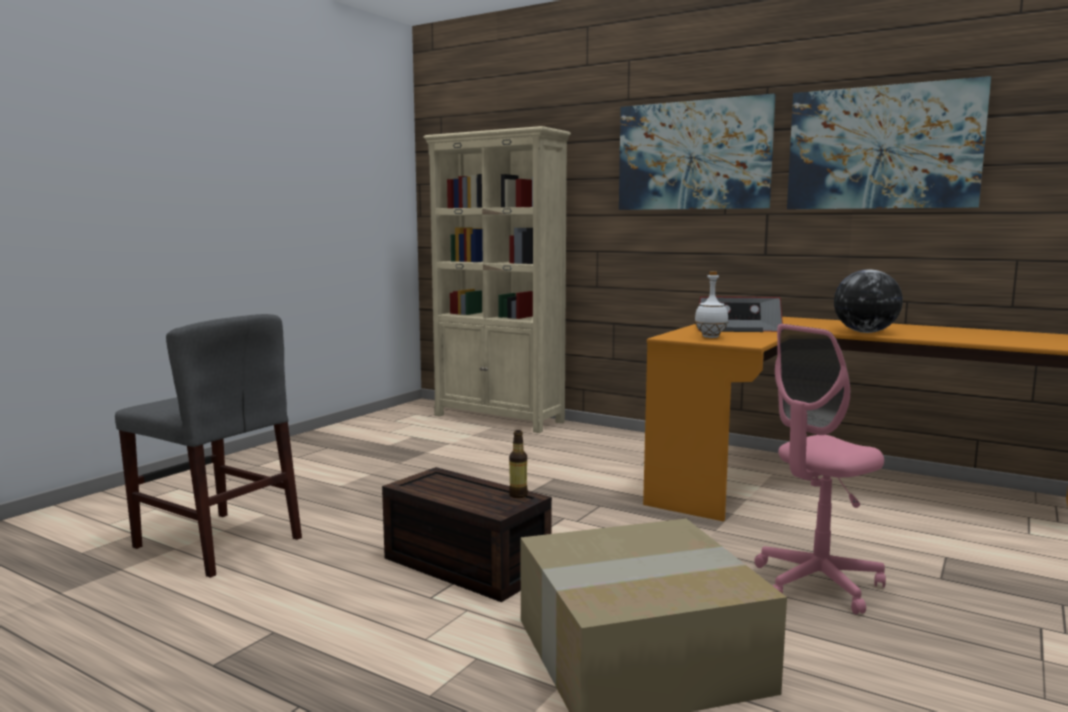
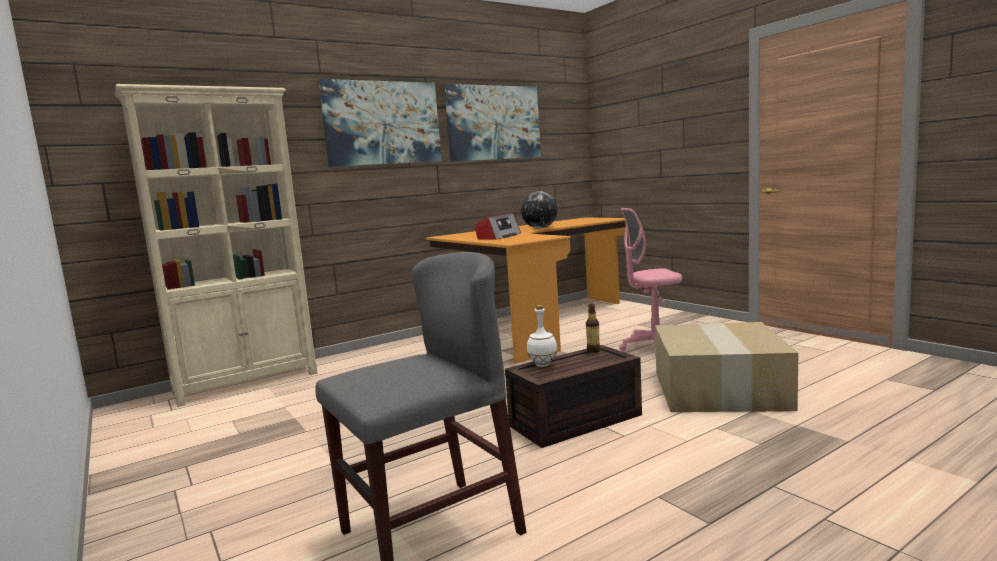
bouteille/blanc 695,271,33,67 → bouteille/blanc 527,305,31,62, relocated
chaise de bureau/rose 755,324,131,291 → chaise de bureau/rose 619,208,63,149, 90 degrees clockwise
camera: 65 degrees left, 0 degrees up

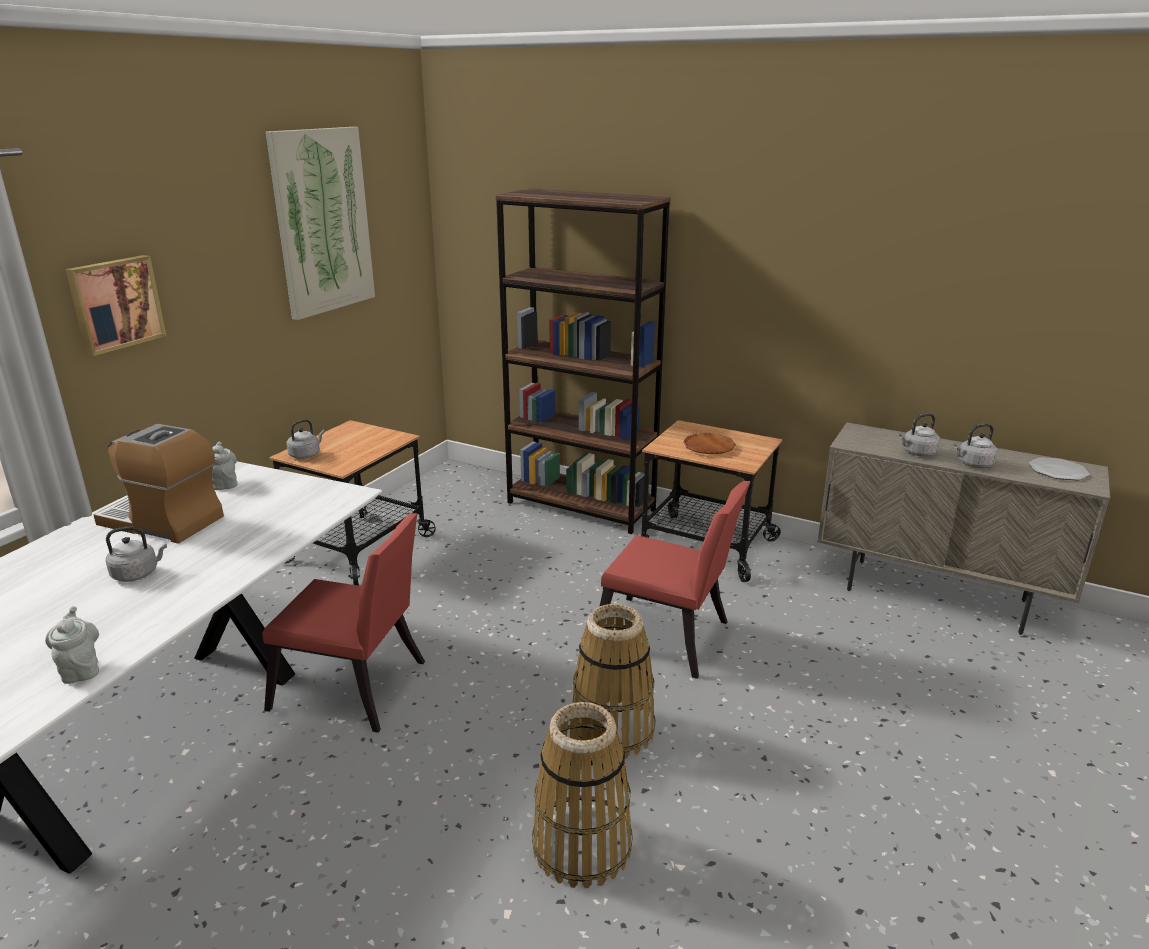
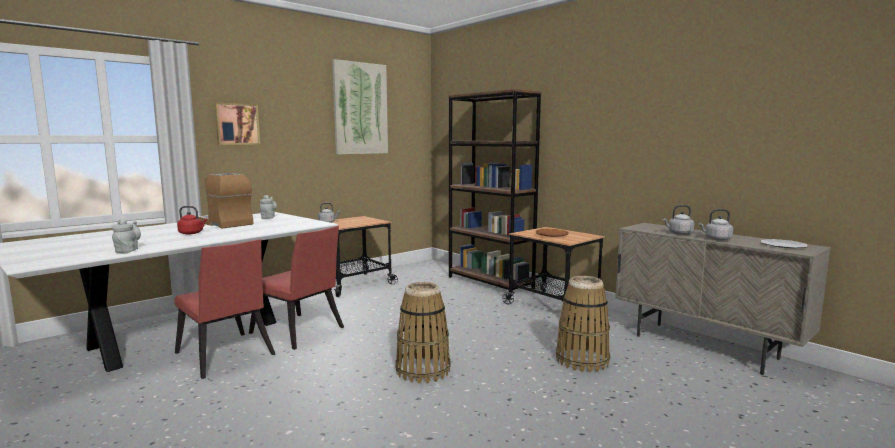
chaise/rouge 598,481,153,198 → chaise/rouge 175,239,100,140, relocated
bouilloire/gris 106,526,61,56 → bouilloire/rouge 177,206,30,28
panier 532,702,101,186 → panier 556,276,54,96, relocated
camera: 20 degrees right, 15 degrees down

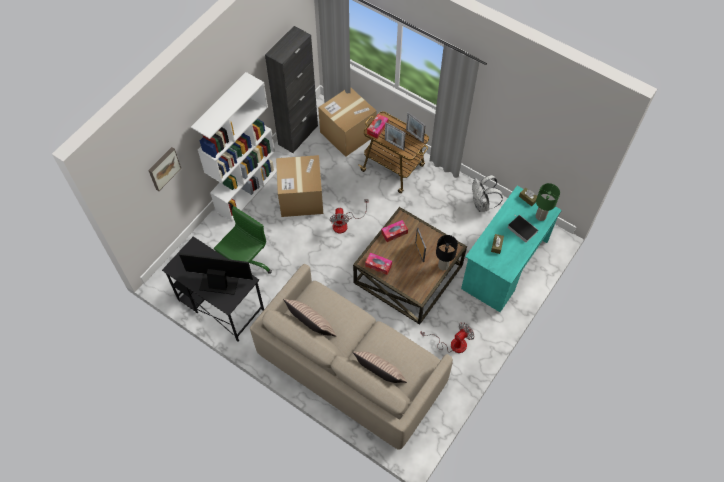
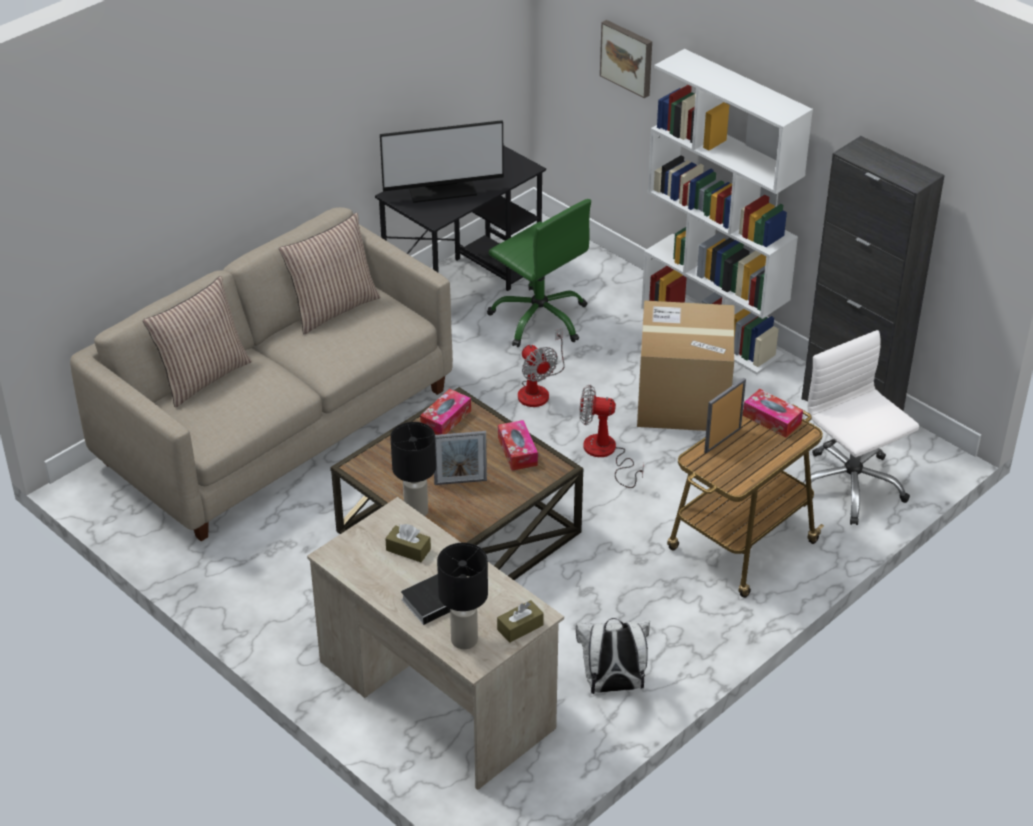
bureau/turquoise 461,186,101,126 → bureau/beige 307,497,257,293
écran d'ordinateur 179,253,74,42 → écran d'ordinateur 380,120,124,83, 60 degrees clockwise
lampe de table/vert 536,183,24,38 → lampe de table/noir 437,543,51,106
ventilateur 421,322,54,31 → ventilateur 518,328,47,79, relocated
carton 318,88,59,69 → chaise de bureau/blanc 802,330,117,195
cadre photo 406,112,20,31 → -
camera: 100 degrees right, 20 degrees down

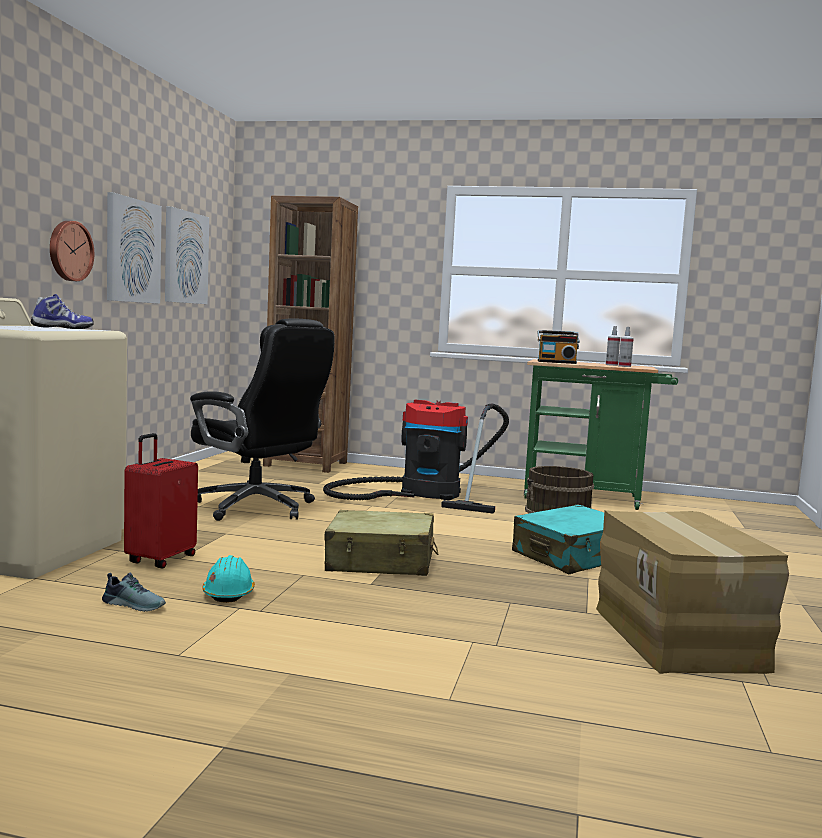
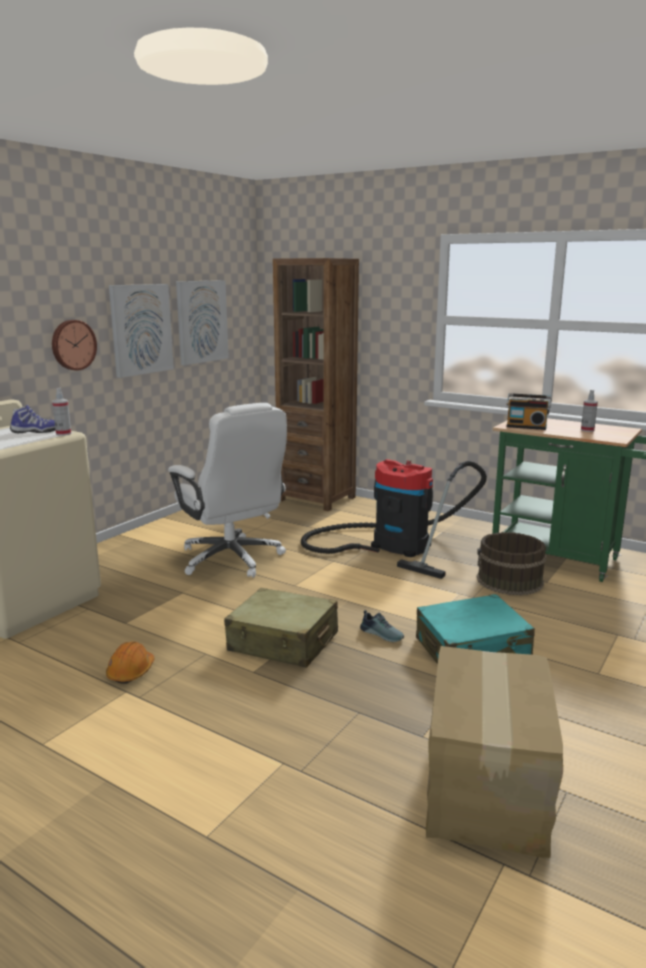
vaporisateur 618,327,16,40 → vaporisateur 52,388,19,48, relocated
casque de chantier/turquoise 202,555,53,48 → casque de chantier/orange 106,641,48,43
chaise de bureau/noir 190,319,145,202 → chaise de bureau/blanc 168,403,119,174
chaussure 102,573,64,39 → chaussure 360,610,44,32, relocated
valise/rouge 124,433,74,136 → -
camera: 20 degrees right, 10 degrees up

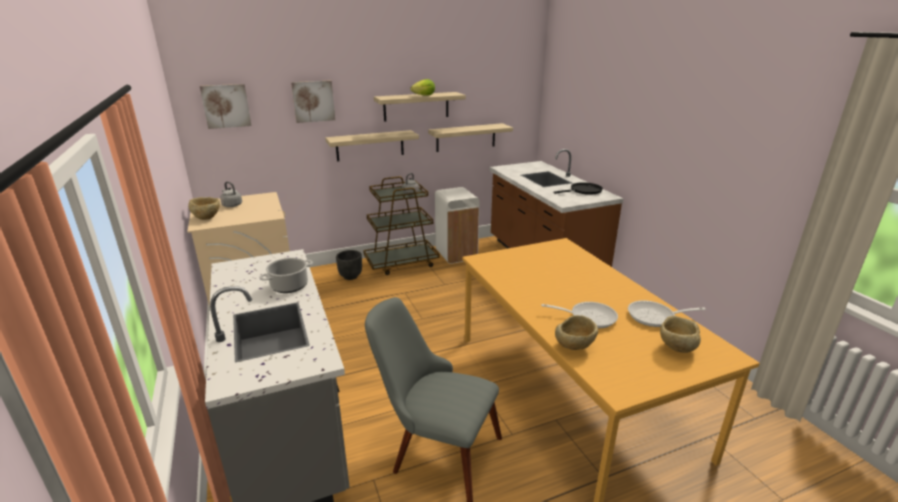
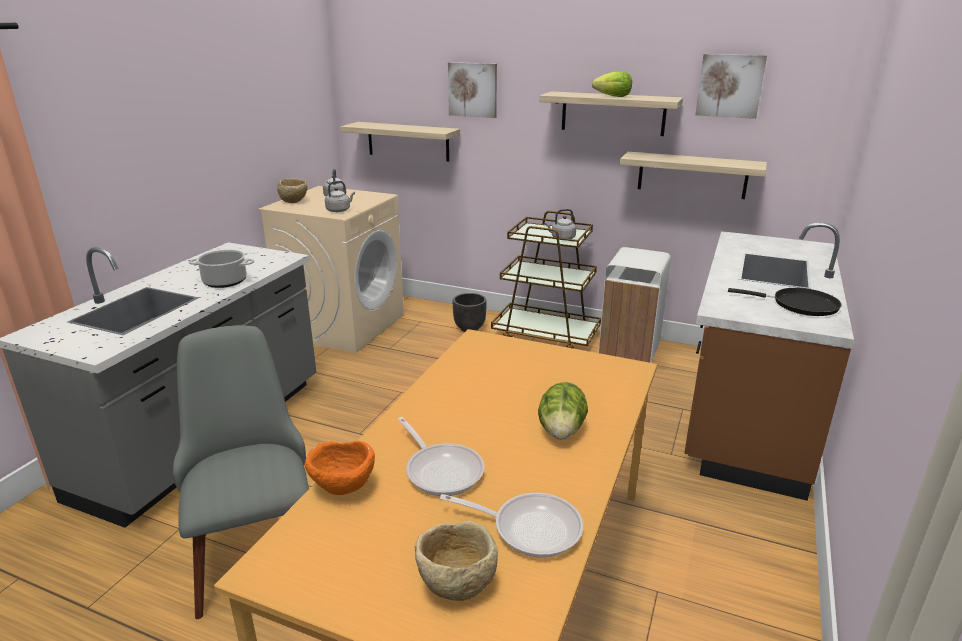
bol/beige 555,315,43,35 → bol/orange 305,441,70,54
- → bouilloire/gris 325,181,30,31
étagère 325,130,94,31 → étagère 340,122,120,40, relocated
poêle 628,300,78,27 → poêle 440,493,144,65, 150 degrees clockwise
- → laitue 538,382,50,58
tableau 200,84,52,45 → tableau 695,54,72,65, relocated
camera: 45 degrees right, 0 degrees up

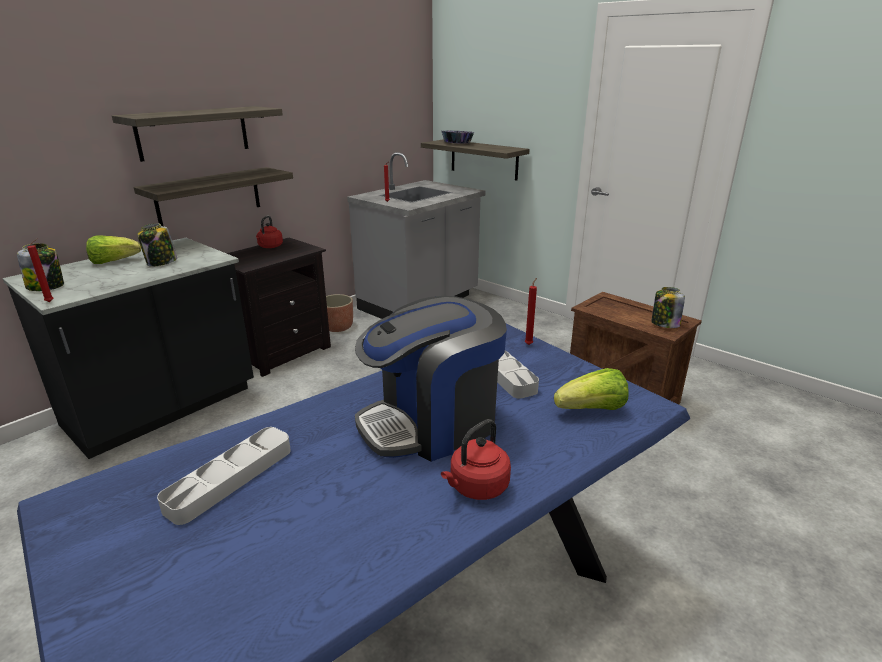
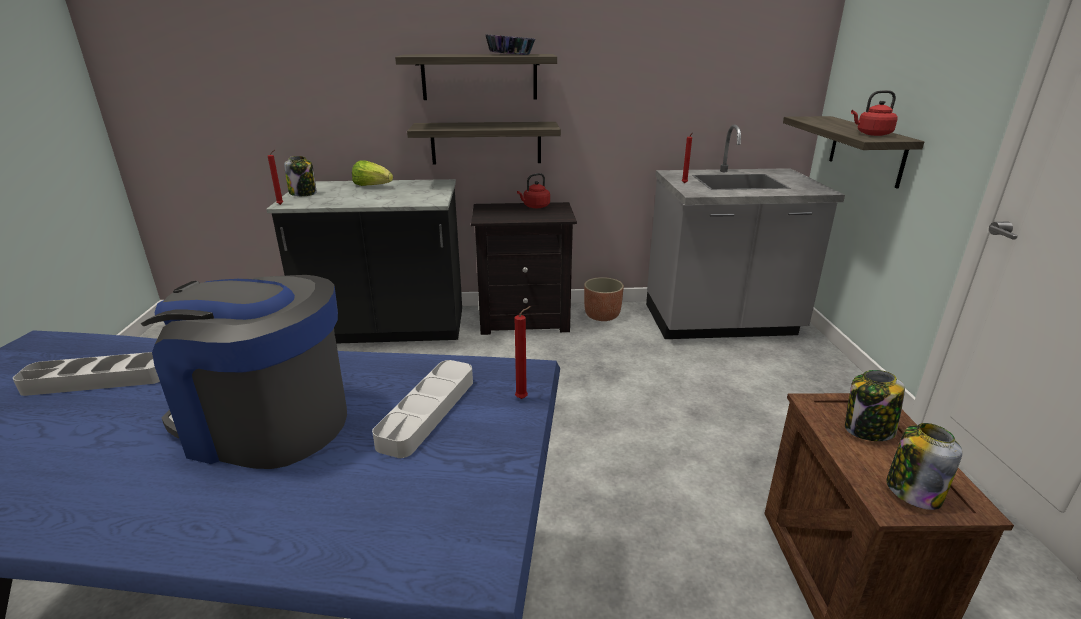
bol 442,130,32,14 → bol 486,34,49,21, relocated
bocal 137,223,40,44 → bocal 845,370,60,71, relocated
bouilloire/rouge 441,419,70,81 → bouilloire/rouge 851,90,46,46, relocated
laitue 554,368,75,42 → -
camera: 45 degrees right, 0 degrees up

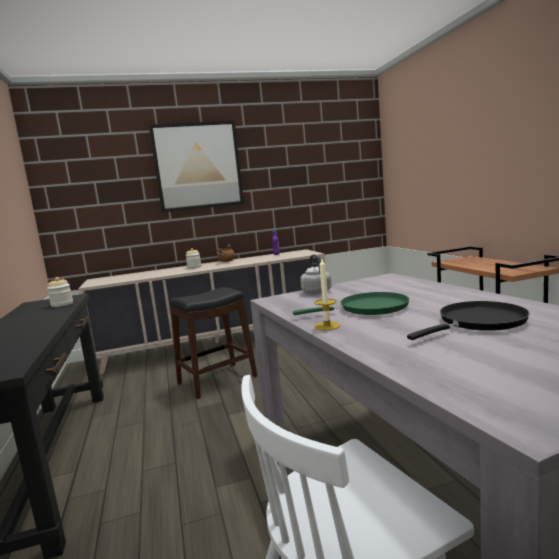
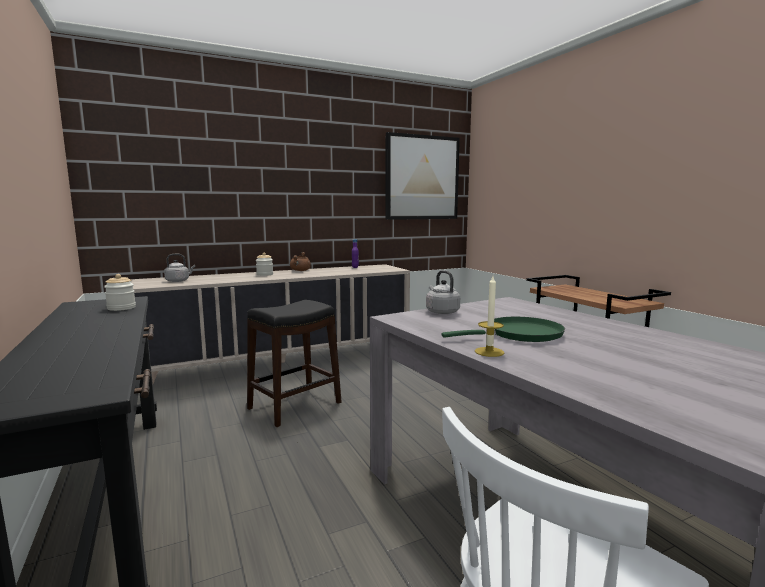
- → bouilloire/gris 164,254,31,28
tableau 149,120,95,92 → tableau 386,132,74,88, relocated
poêle/noir 407,301,123,39 → -
camera: 10 degrees left, 0 degrees up

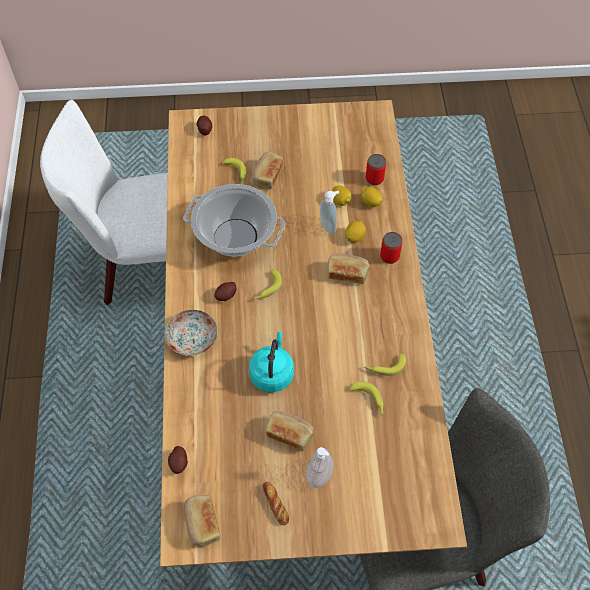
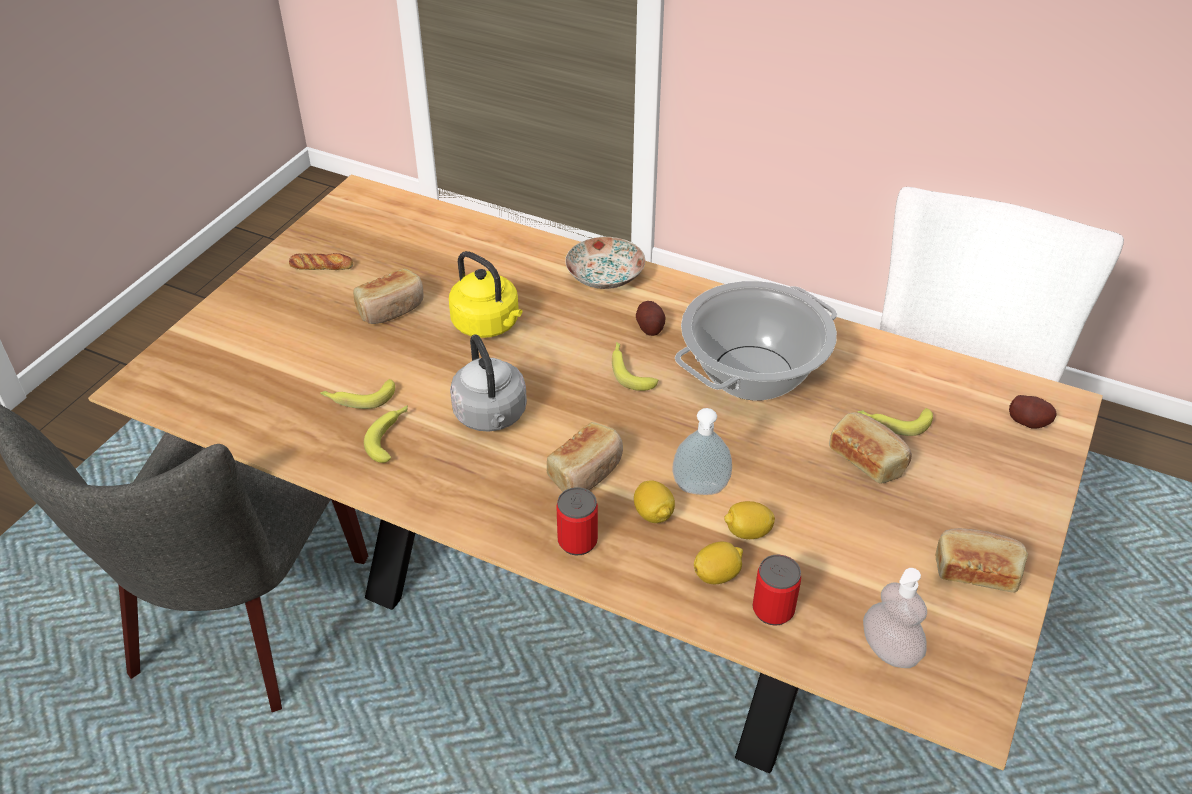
bouilloire/turquoise 249,332,45,60 → bouilloire/jaune 449,251,73,87
- → bouilloire/gris 450,334,77,98
distributeur de savon 306,447,28,41 → distributeur de savon 863,568,64,100, relocated
pain 184,495,37,52 → pain 935,528,93,65, relocated
pomme de terre 168,446,20,28 → -
camera: 120 degrees right, 15 degrees down

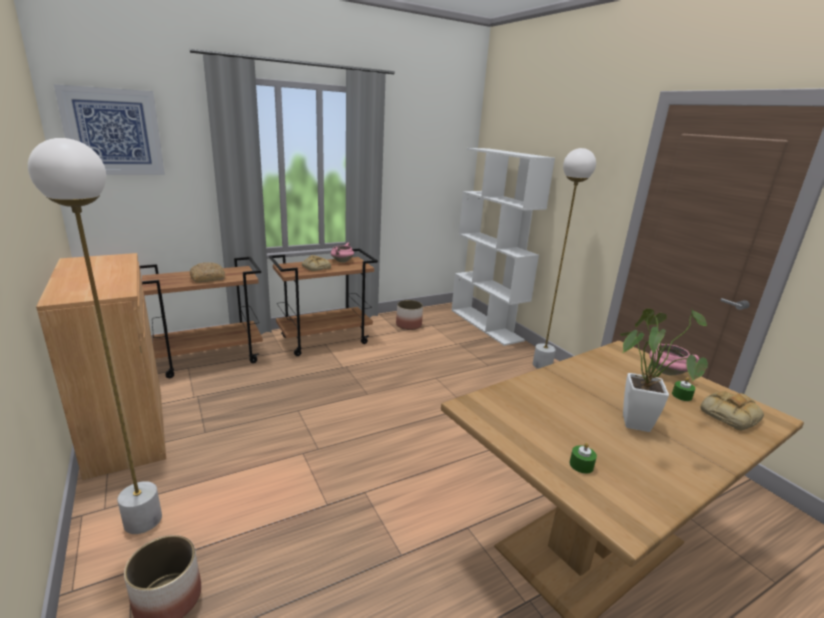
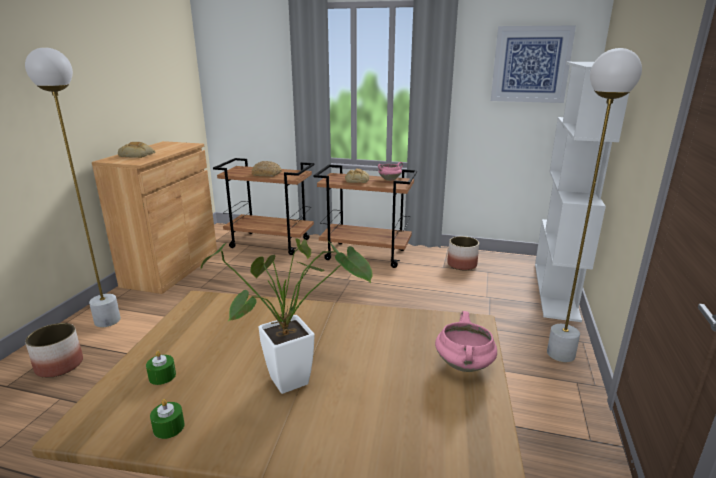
pain 701,391,63,40 → pain 118,142,38,16, relocated
bougie/vert 672,377,23,24 → bougie/vert 150,399,35,40, relocated
tableau 54,84,111,91 → tableau 491,25,85,78, relocated
camera: 45 degrees right, 0 degrees up

